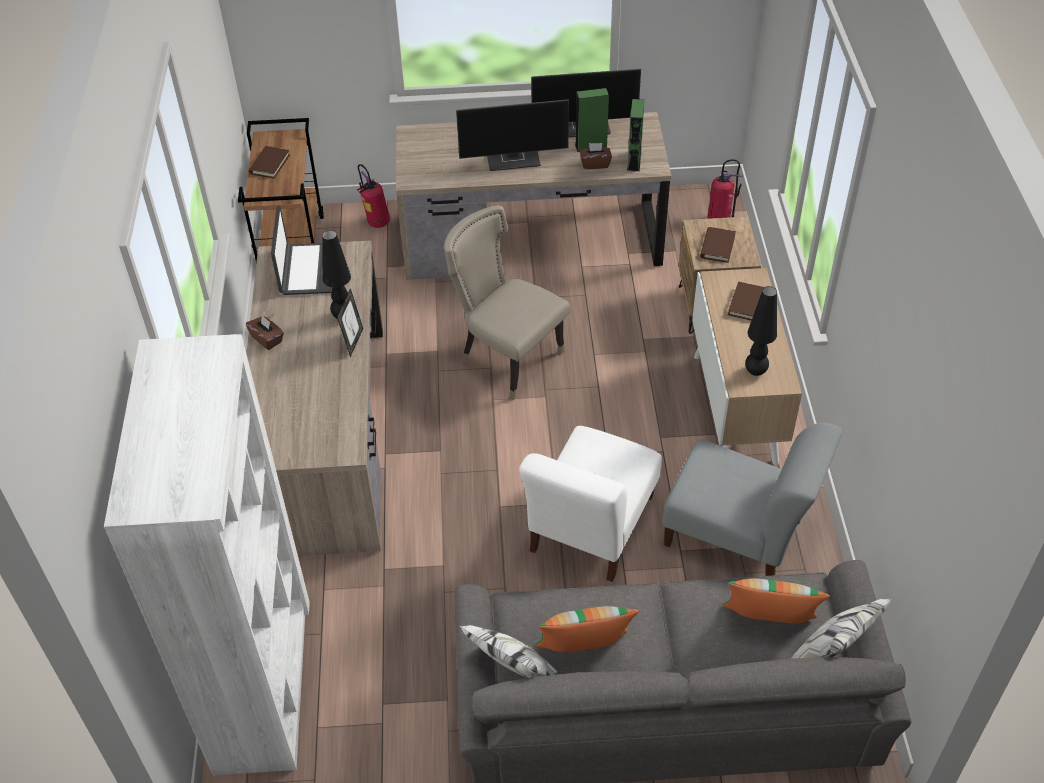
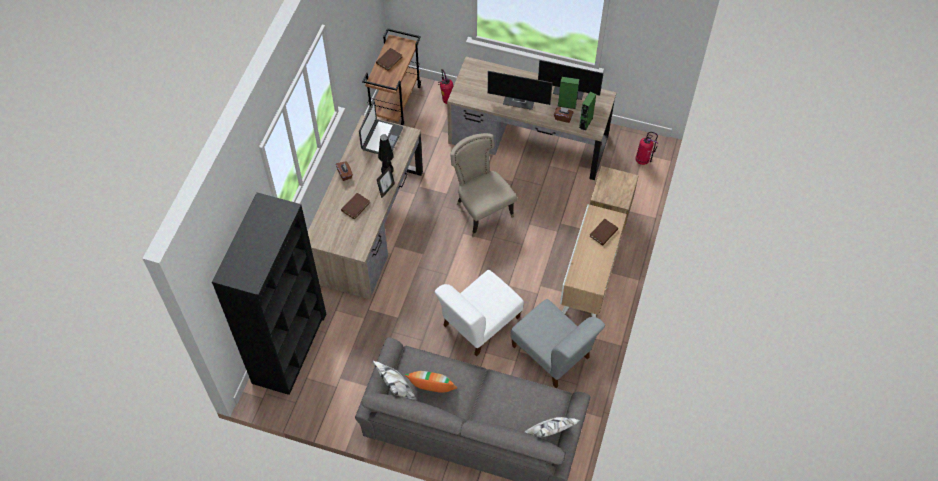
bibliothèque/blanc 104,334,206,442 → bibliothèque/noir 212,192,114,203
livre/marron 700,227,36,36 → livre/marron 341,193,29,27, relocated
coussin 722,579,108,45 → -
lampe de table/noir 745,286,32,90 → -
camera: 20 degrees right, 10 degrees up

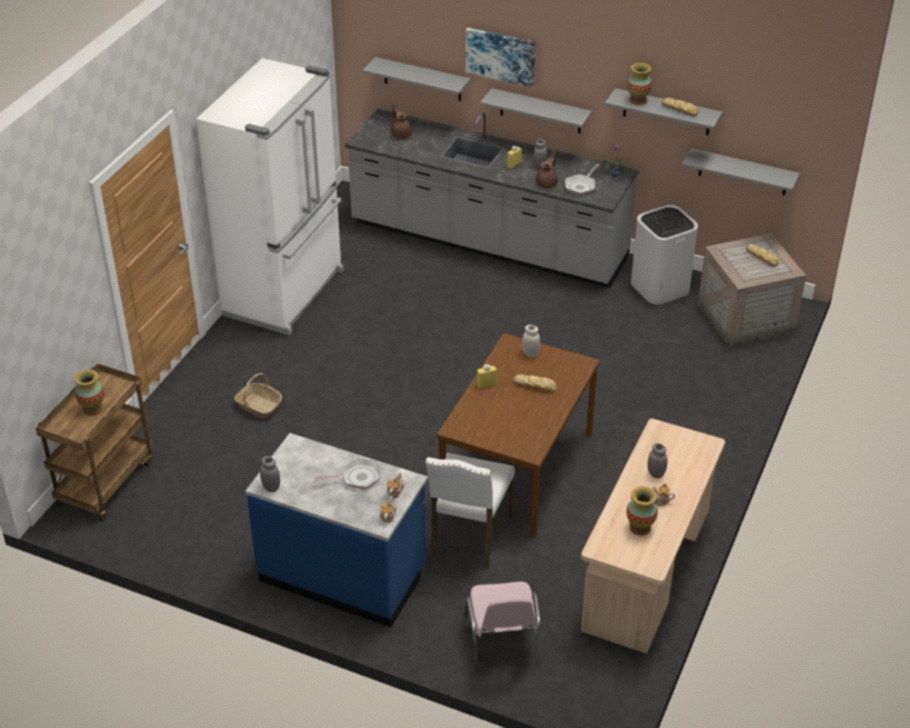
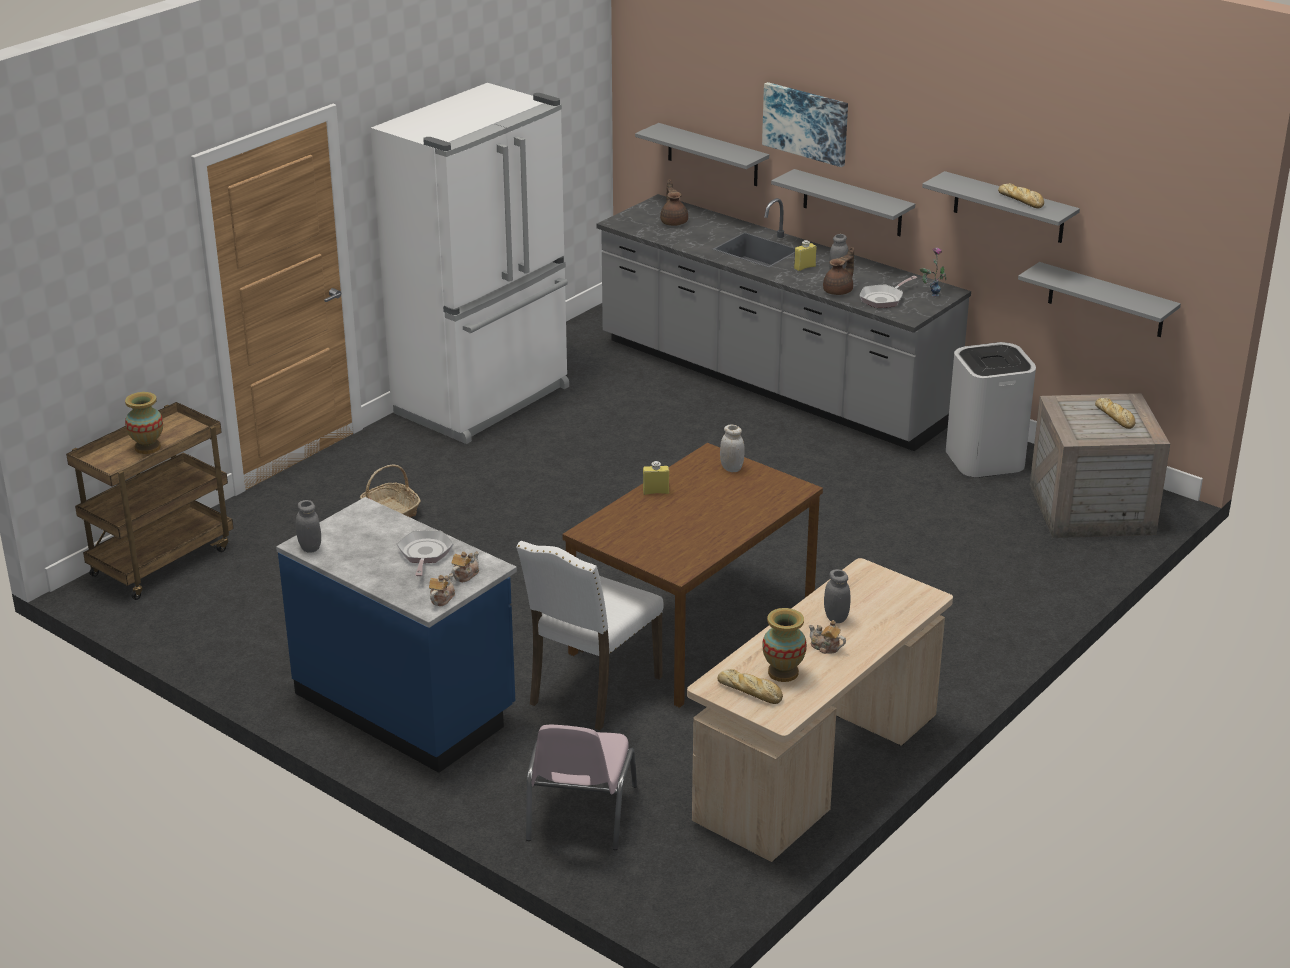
poêle 315,458,67,32 → poêle 397,530,56,46, 90 degrees counterclockwise
pain 513,374,44,18 → pain 717,669,66,35, relocated
vase 627,63,25,42 → -
camera: 15 degrees right, 10 degrees down

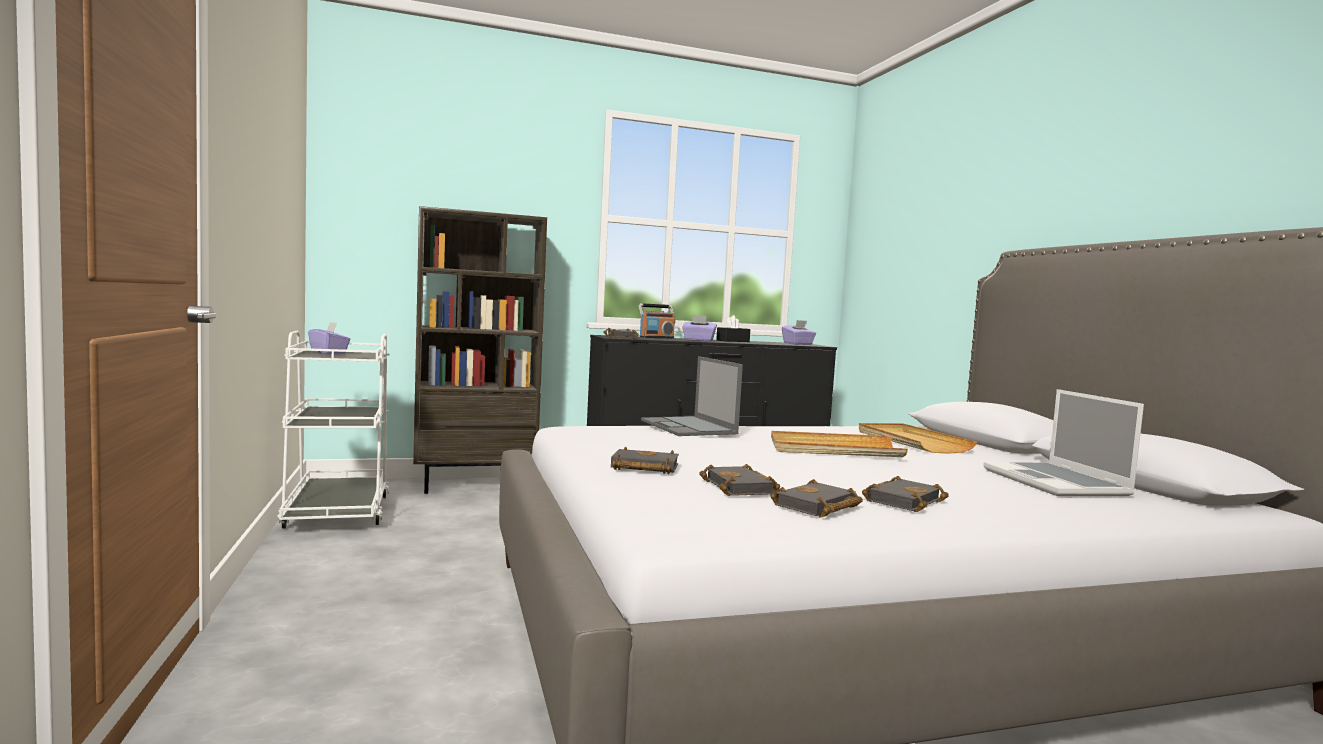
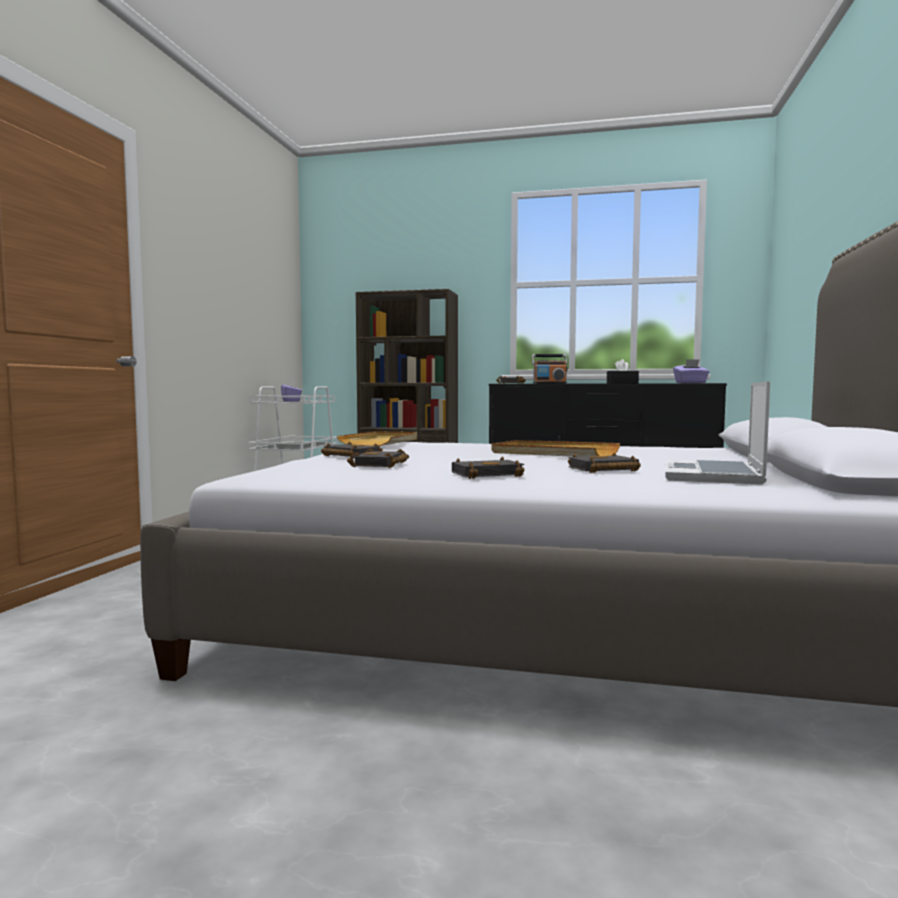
plateau/beige 859,423,118,31 → plateau/beige 337,431,80,15, relocated
livre/noir 770,479,93,38 → livre/noir 568,452,73,21, relocated
ordinateur portable 641,356,102,80 → -
boîte à mouchoirs/violet 682,315,35,26 → -
camera: 30 degrees right, 0 degrees up

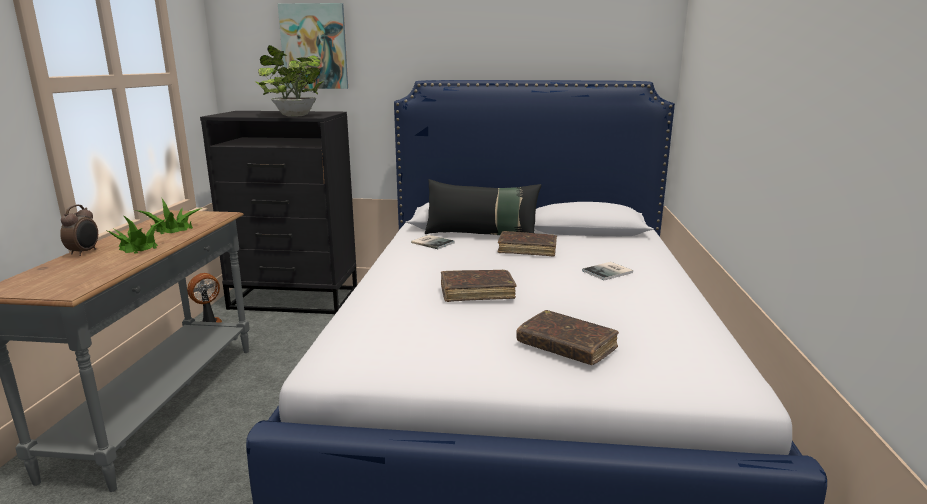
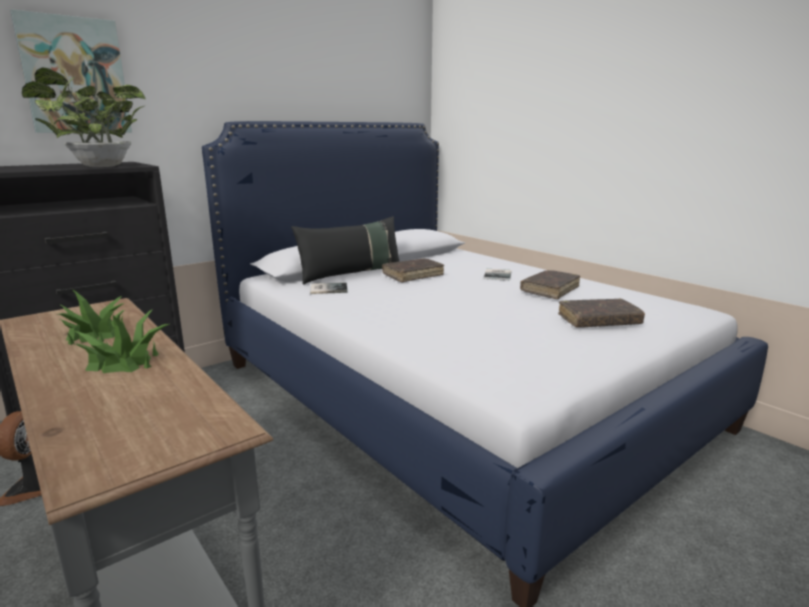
livre/marron 441,270,76,32 → livre/marron 520,270,60,29, relocated
réveil 60,205,38,51 → -
camera: 45 degrees left, 0 degrees up

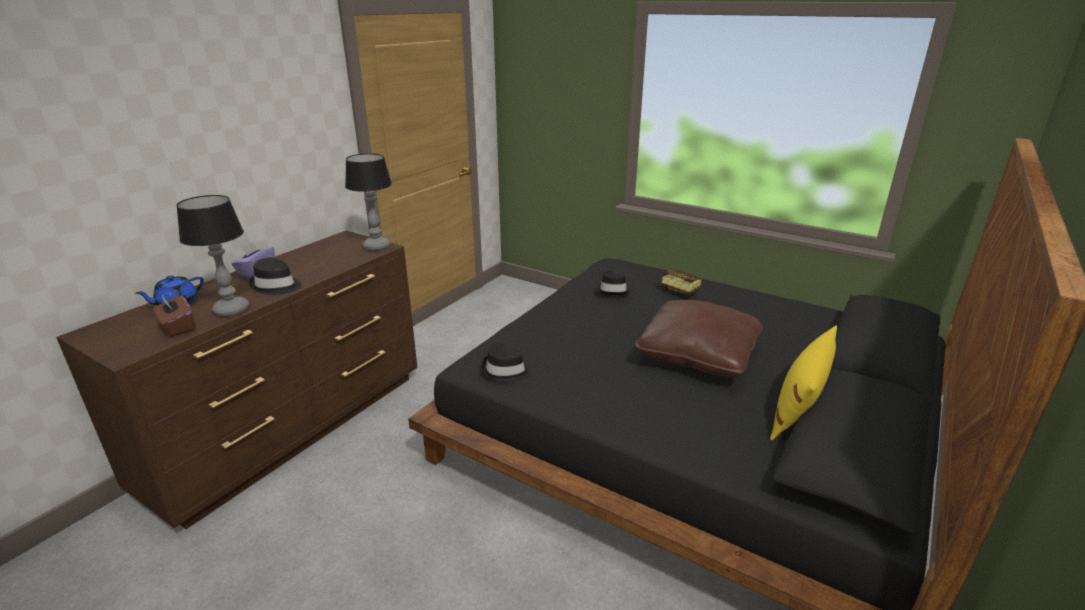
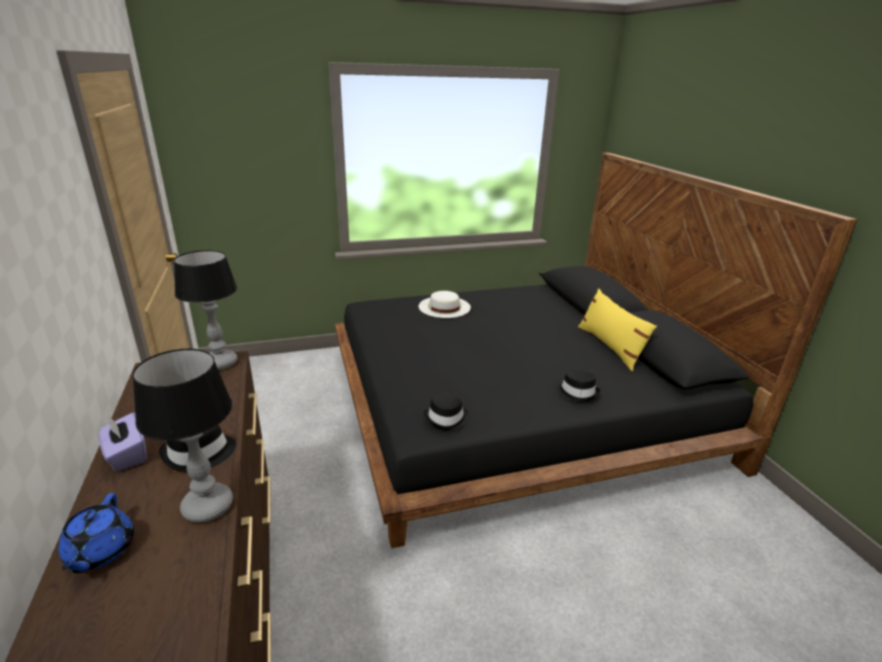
livre 656,270,46,26 → chapeau/blanc 418,291,53,27
chapeau/noir 596,271,35,24 → chapeau/noir 556,371,44,31, relocated
boîte à mouchoirs/marron 153,294,42,43 → -
coussin/marron 635,300,128,77 → -
camera: 50 degrees left, 0 degrees up

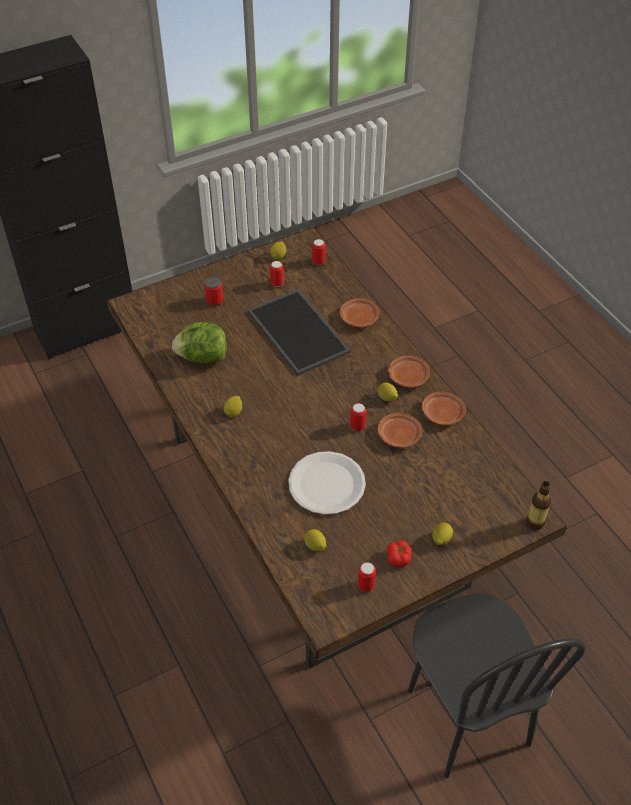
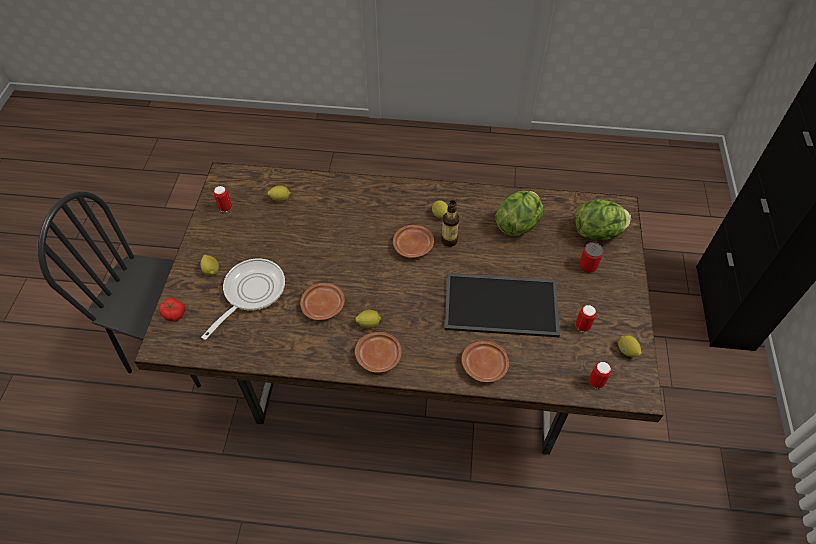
tomate 387,540,24,27 → tomate 159,298,27,24, relocated
- → poêle 201,258,84,82
assiette/marron 422,392,44,33 → assiette/marron 393,225,41,33, relocated
bouteille 526,481,25,49 → bouteille 441,200,18,47, relocated
- → laitue 575,199,56,41
assiette/blanc 288,451,78,64 → -
boîte métallique 350,403,16,28 → -
camera: 125 degrees right, 5 degrees up

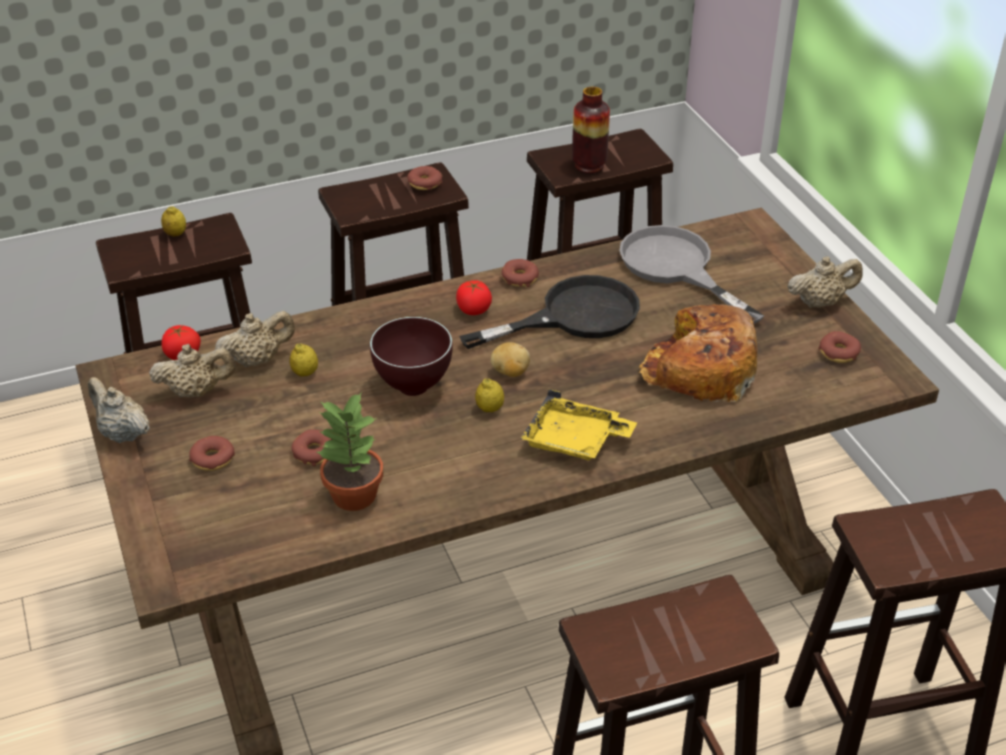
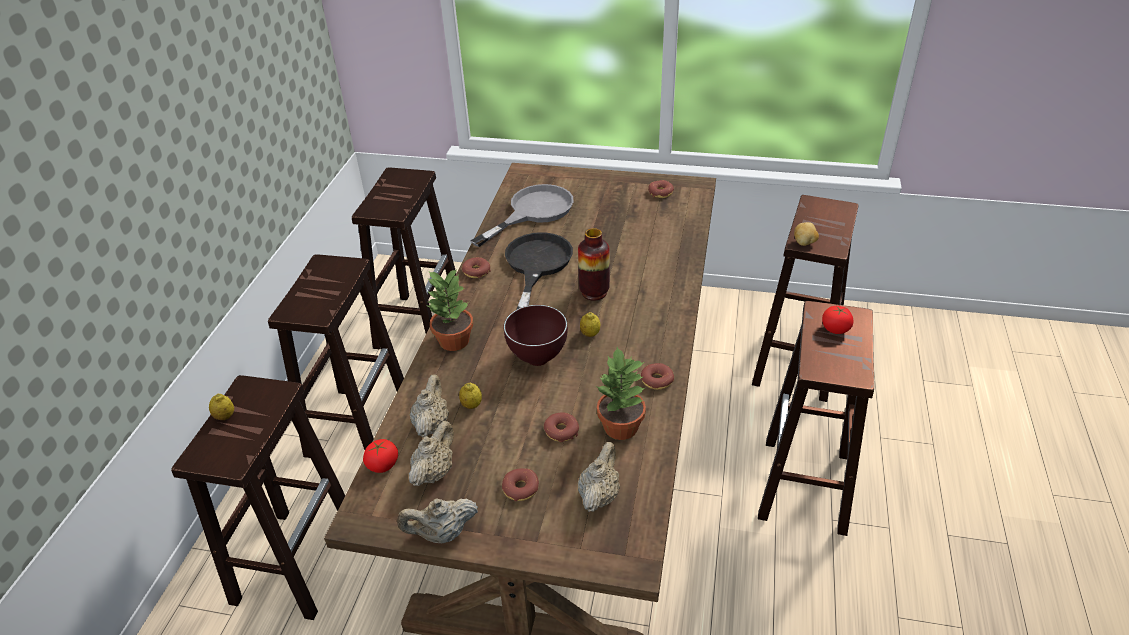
- → plante en pot 427,268,46,83
poêle/gris 619,225,145,99 → poêle/gris 470,184,104,63, 135 degrees clockwise
vase 572,87,38,87 → vase 578,228,32,73, relocated
théière/beige 787,256,76,52 → théière/beige 578,442,42,70, relocated
beignet 407,166,35,24 → beignet 641,363,33,27, relocated
pomme de terre 491,342,39,35 → pomme de terre 794,222,25,24, relocated
tomate 456,280,36,35 → tomate 822,306,31,28, relocated
plateau/jaune 520,389,117,72 → -
pain 639,304,119,98 → -
camera: 55 degrees left, 0 degrees up

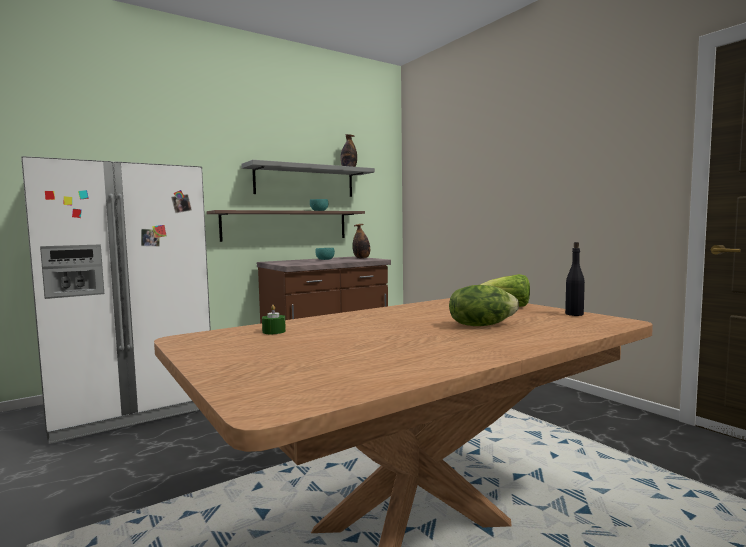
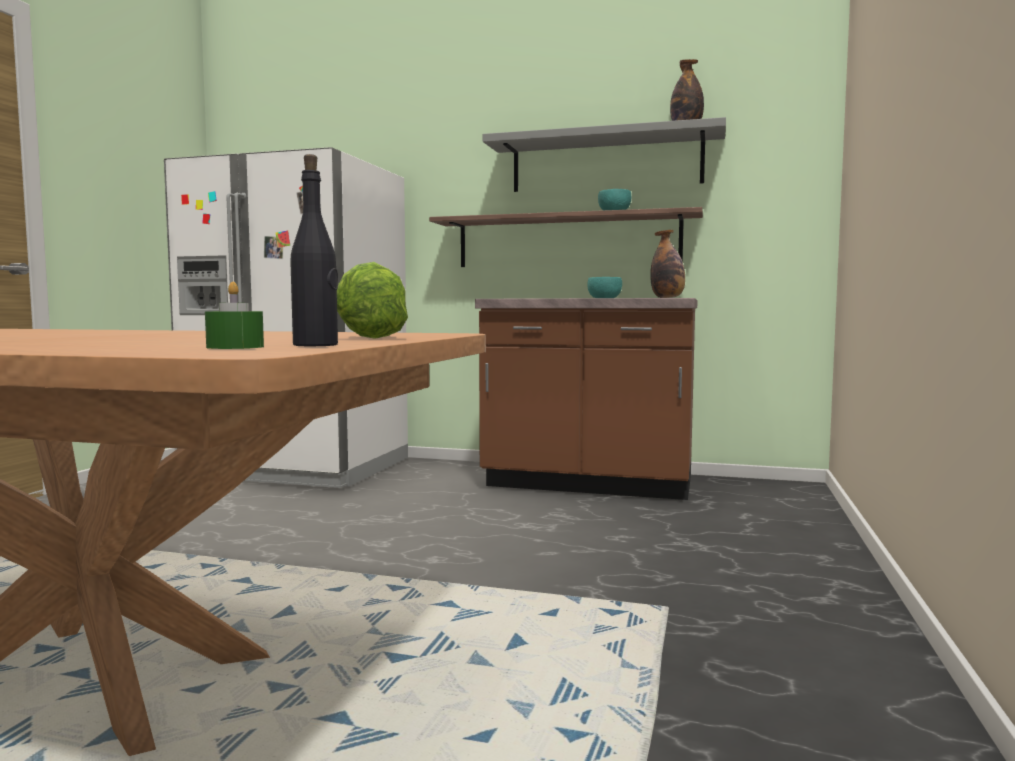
bougie/vert 262,305,24,29 → bougie/vert 205,282,59,67, relocated
laitue 449,285,70,41 → -
camera: 50 degrees right, 0 degrees up

